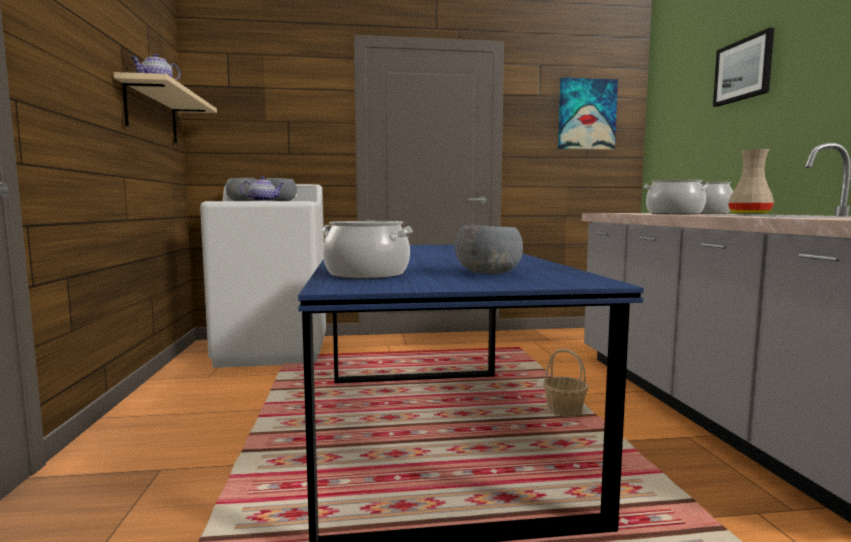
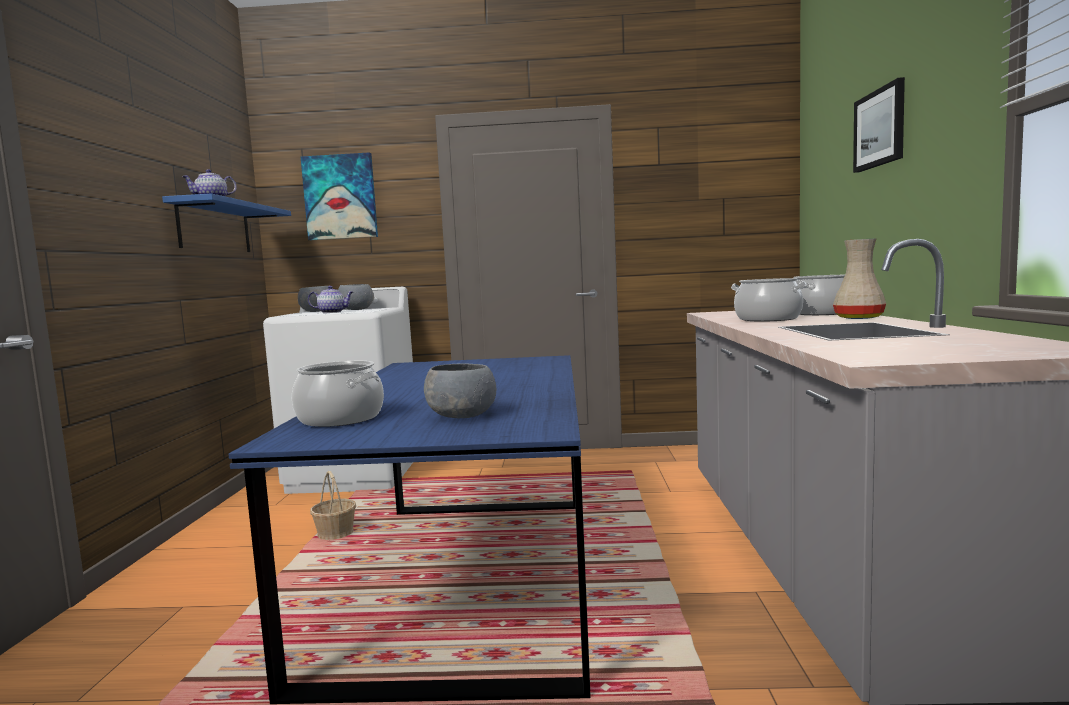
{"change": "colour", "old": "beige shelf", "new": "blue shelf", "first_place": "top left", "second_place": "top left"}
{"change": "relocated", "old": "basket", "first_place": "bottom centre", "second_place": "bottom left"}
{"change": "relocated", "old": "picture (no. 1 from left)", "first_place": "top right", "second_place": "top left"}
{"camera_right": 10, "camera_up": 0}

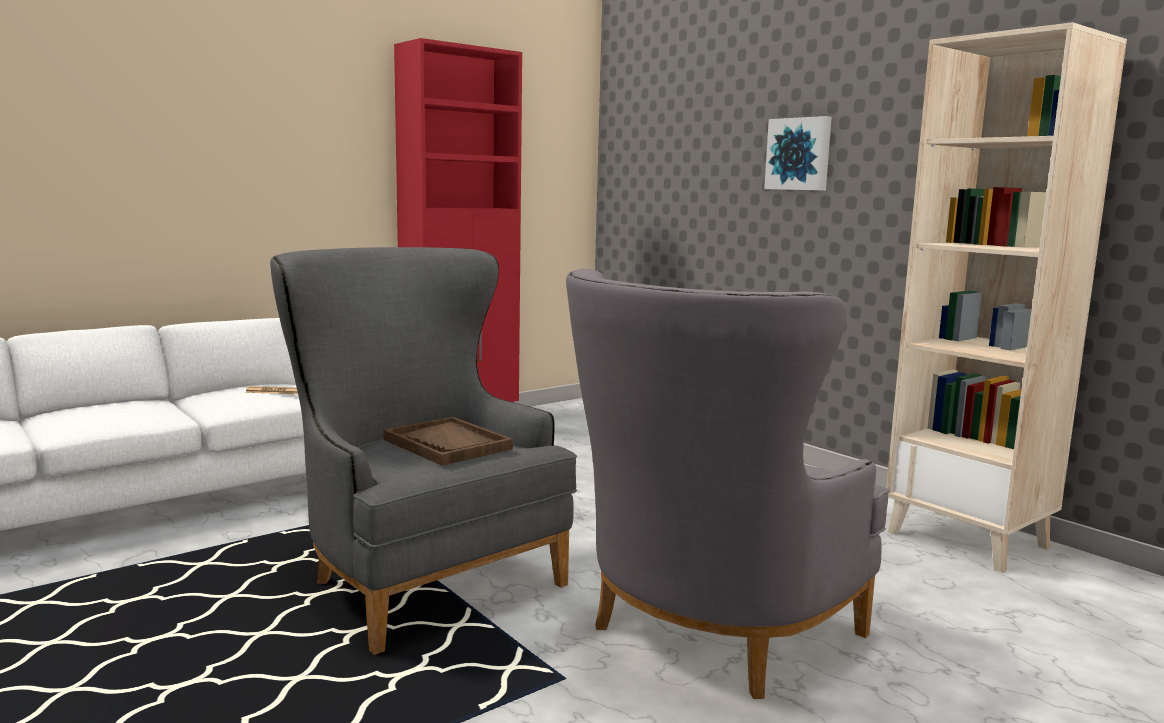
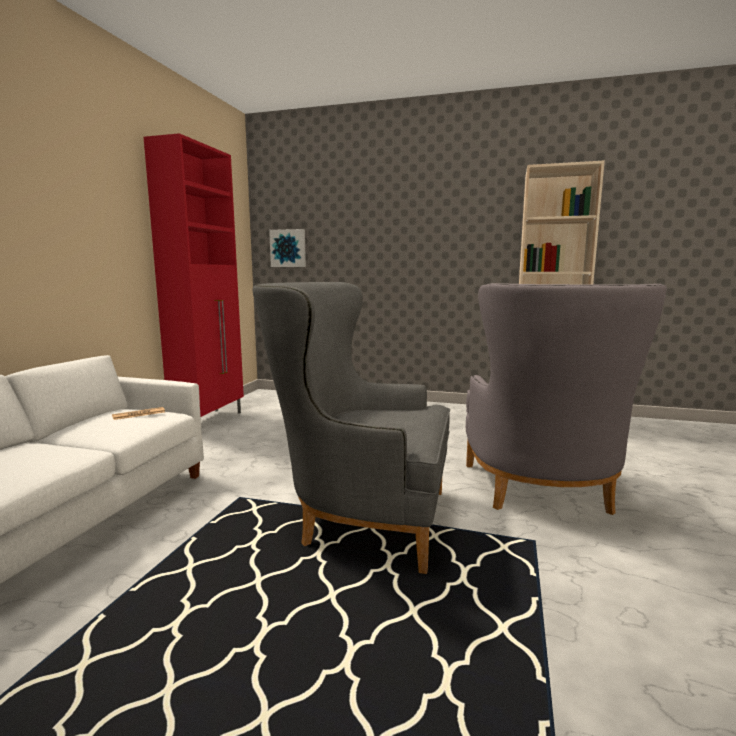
{"change": "missing", "old": "brown tray", "first_place": "centre"}
{"change": "relocated", "old": "picture", "first_place": "top right", "second_place": "centre"}
{"camera_right": -35, "camera_up": 0}

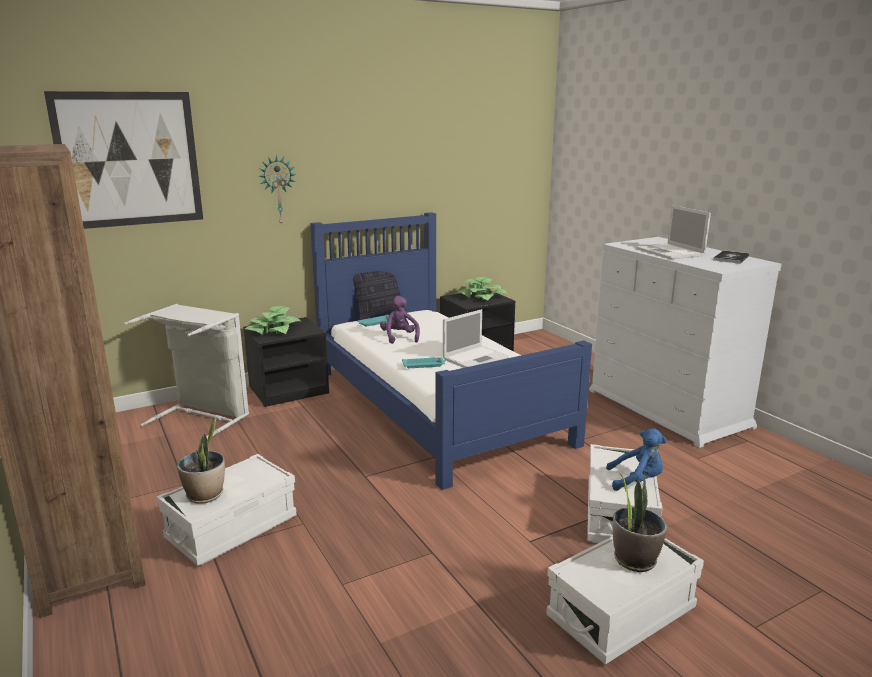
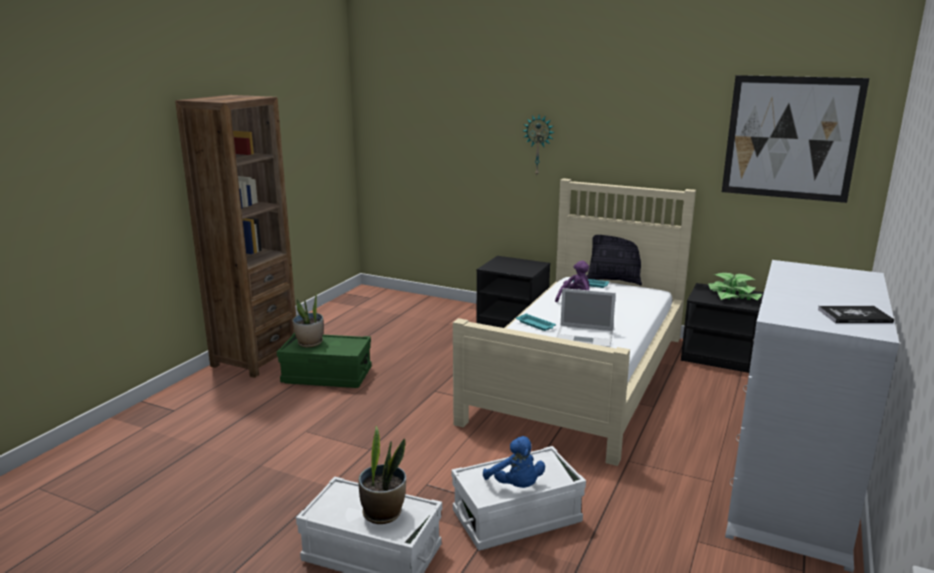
{"change": "relocated", "old": "picture", "first_place": "top left", "second_place": "top right"}
{"change": "missing", "old": "grey laundry basket", "first_place": "middle left"}
{"change": "colour", "old": "white storage box (no. 1 from left)", "new": "green storage box", "first_place": "bottom left", "second_place": "centre"}
{"change": "missing", "old": "potted plant (no. 2 from left)", "first_place": "middle left"}
{"change": "colour", "old": "blue bed", "new": "beige bed", "first_place": "centre", "second_place": "centre"}
{"change": "missing", "old": "laptop (no. 2 from left)", "first_place": "middle right"}
{"camera_right": 55, "camera_up": 0}

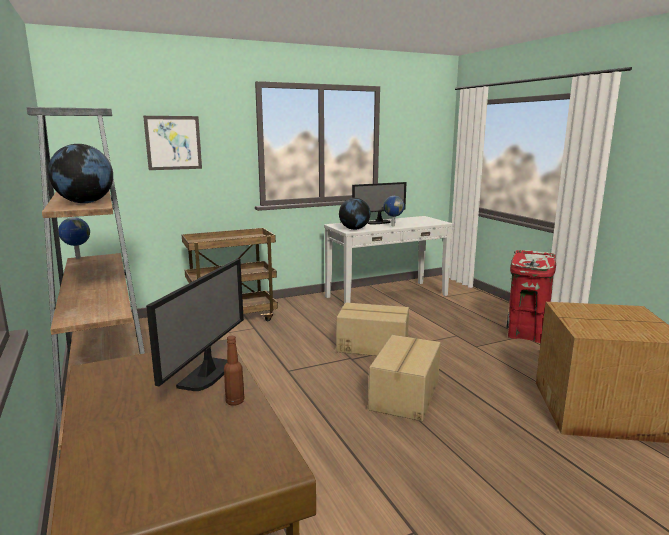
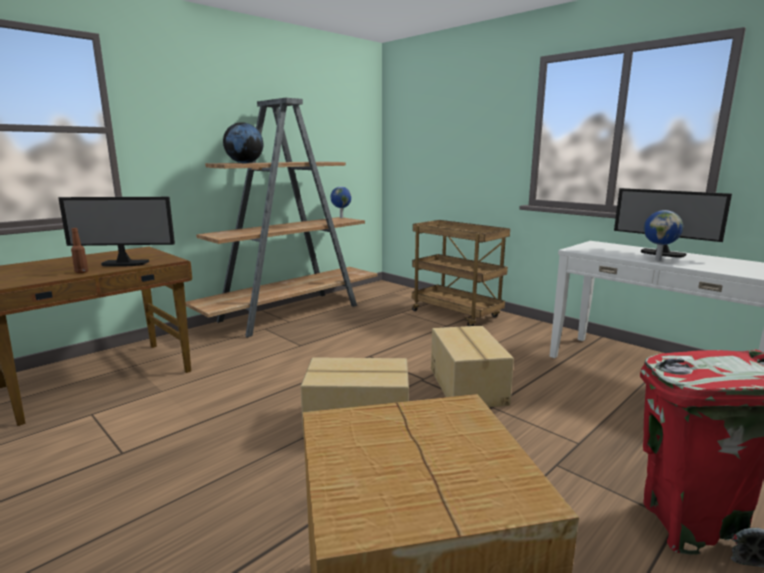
{"change": "missing", "old": "picture", "first_place": "top left"}
{"change": "missing", "old": "globe (no. 3 from left)", "first_place": "centre"}
{"camera_right": 70, "camera_up": 0}

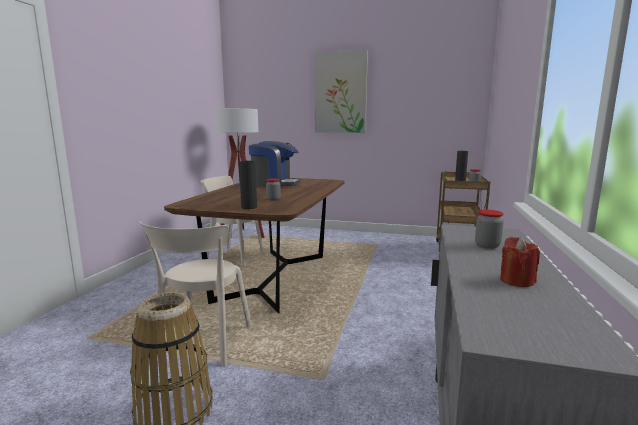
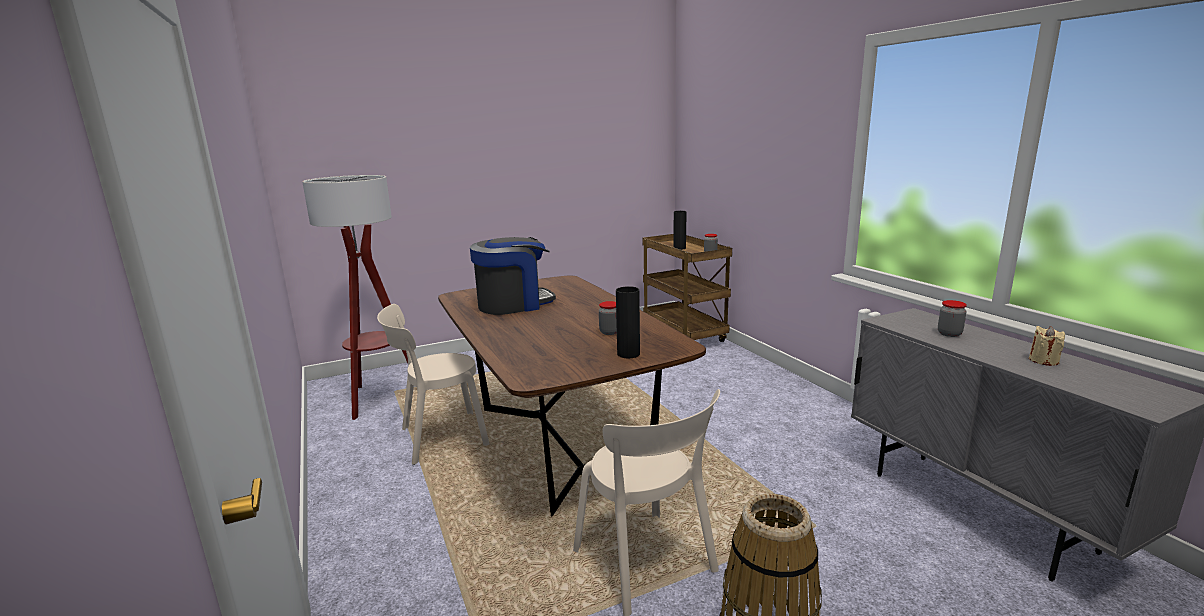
{"change": "missing", "old": "picture", "first_place": "top centre"}
{"change": "colour", "old": "red candle", "new": "beige candle", "first_place": "middle right", "second_place": "middle right"}
{"camera_right": -40, "camera_up": 5}

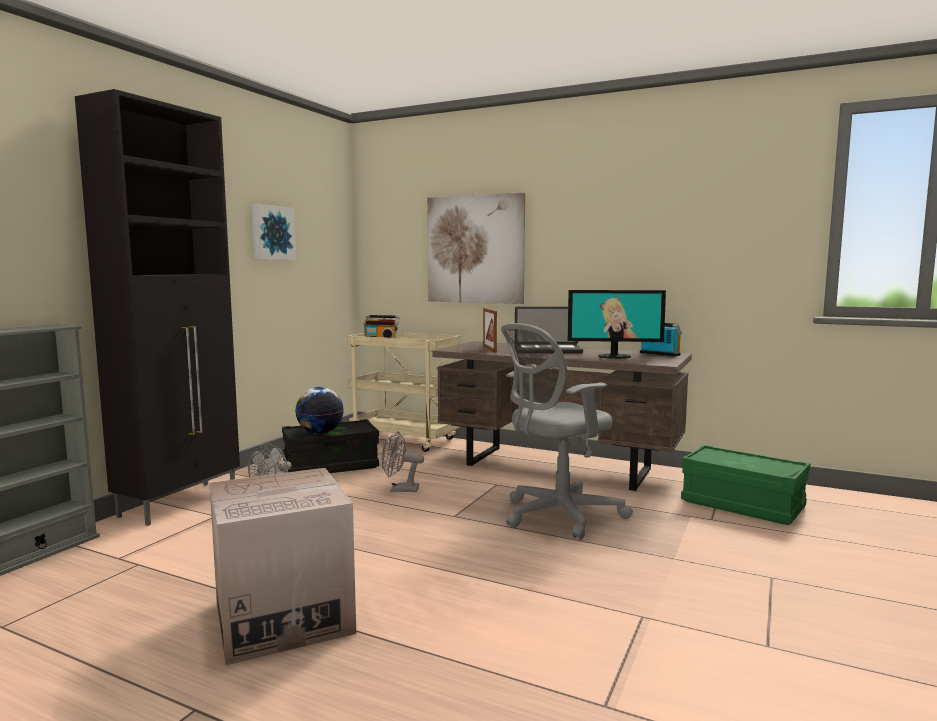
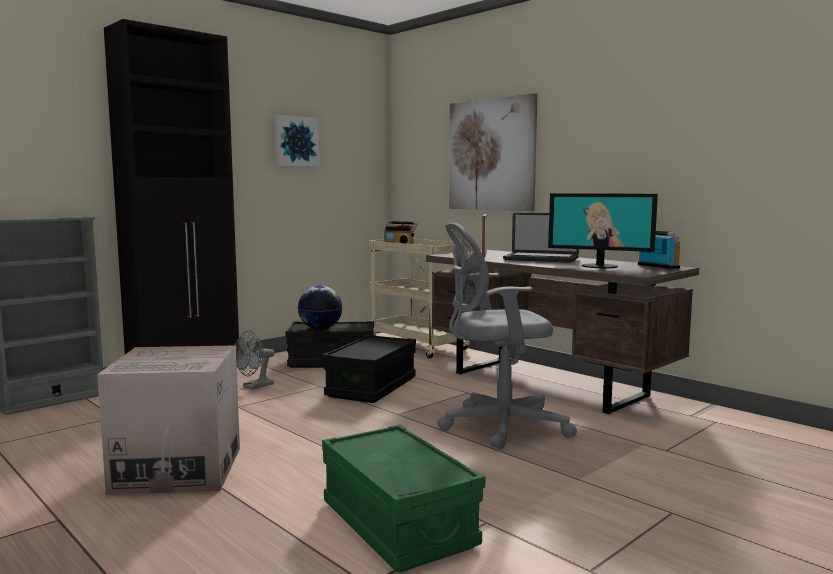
{"change": "exchanged", "old": "grey fan (no. 2 from left)", "new": "black storage box (no. 2 from left)", "first_place": "centre", "second_place": "centre"}
{"change": "relocated", "old": "green storage box", "first_place": "bottom right", "second_place": "bottom centre"}
{"camera_right": 20, "camera_up": 0}

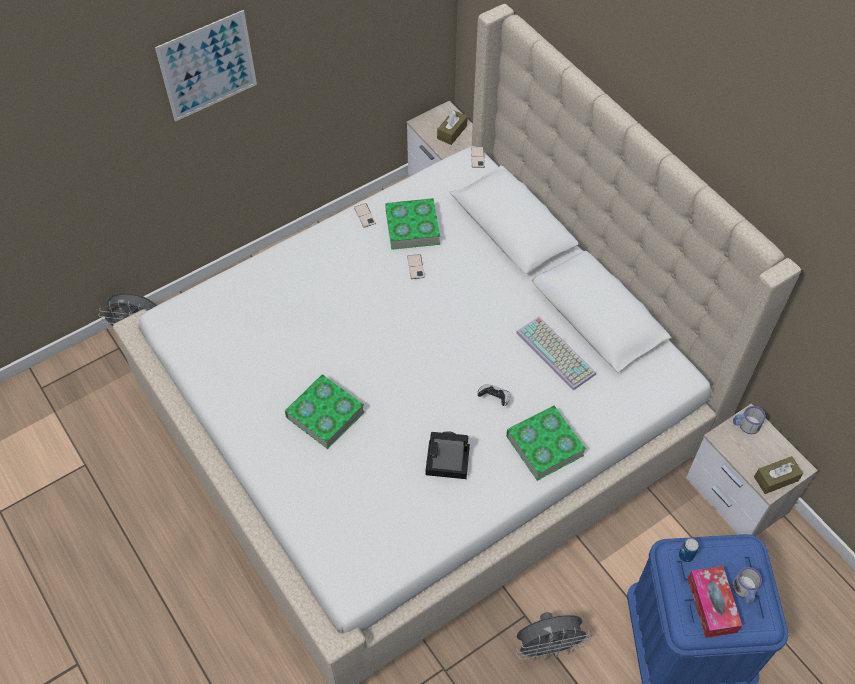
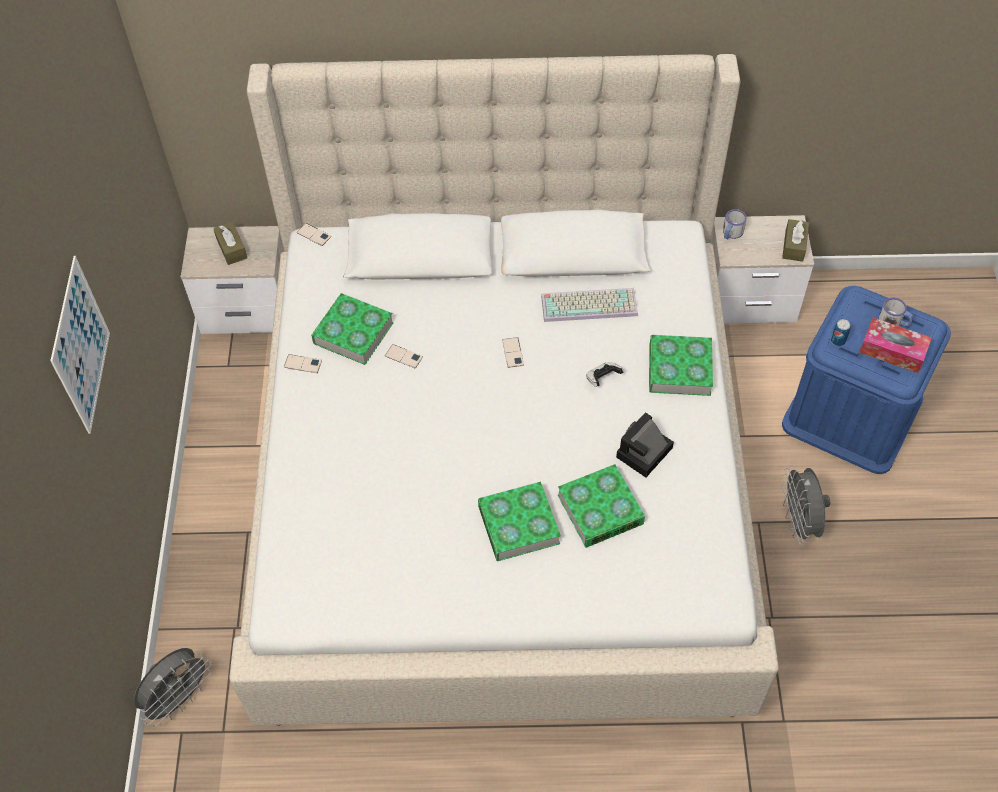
{"change": "spun", "old": "grey fan (no. 2 from left)", "first_place": "bottom centre", "second_place": "middle right", "degrees": 150}
{"change": "appeared", "new": "phone (no. 4 from left)", "second_place": "centre"}
{"change": "appeared", "new": "book (no. 3 from left)", "second_place": "centre"}
{"camera_right": -55, "camera_up": 0}

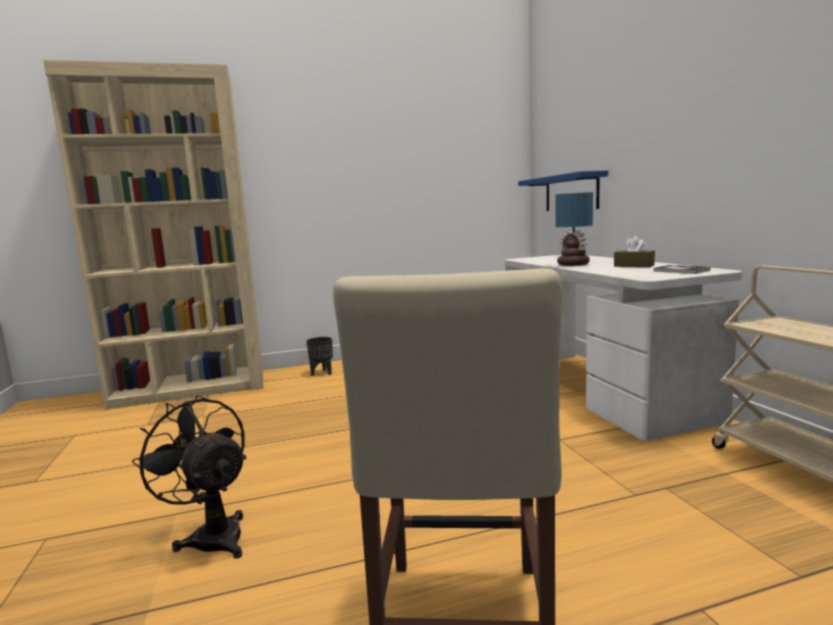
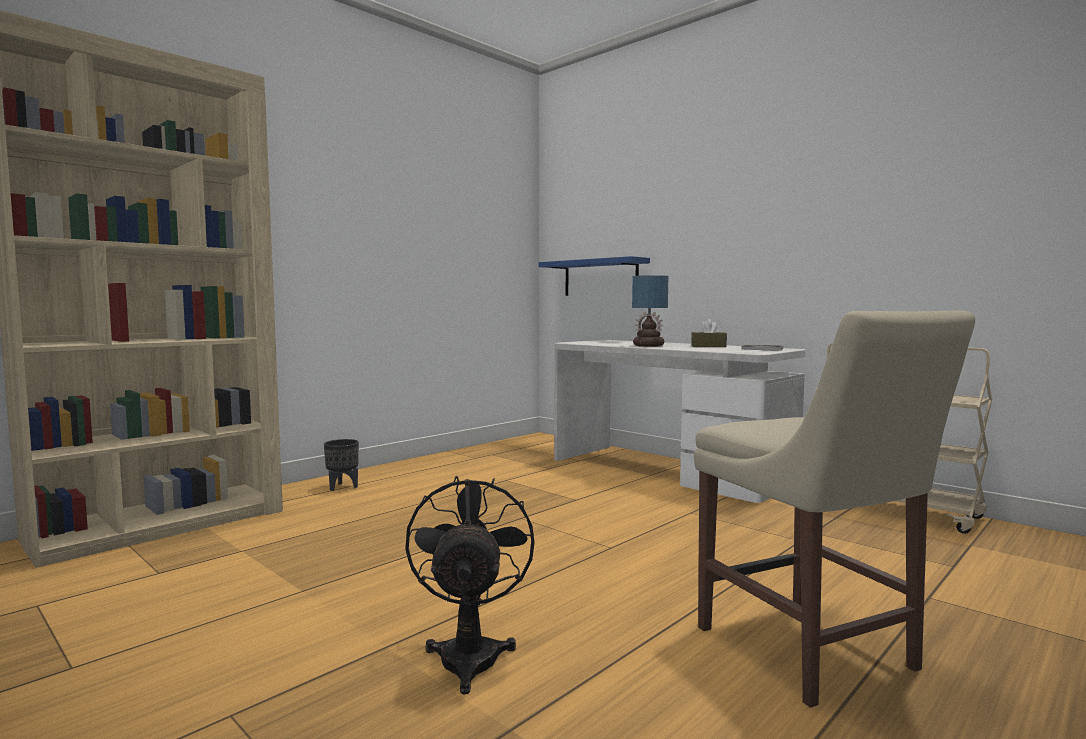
{"change": "spun", "old": "black fan", "first_place": "bottom left", "second_place": "bottom centre", "degrees": 75}
{"camera_right": -30, "camera_up": -5}

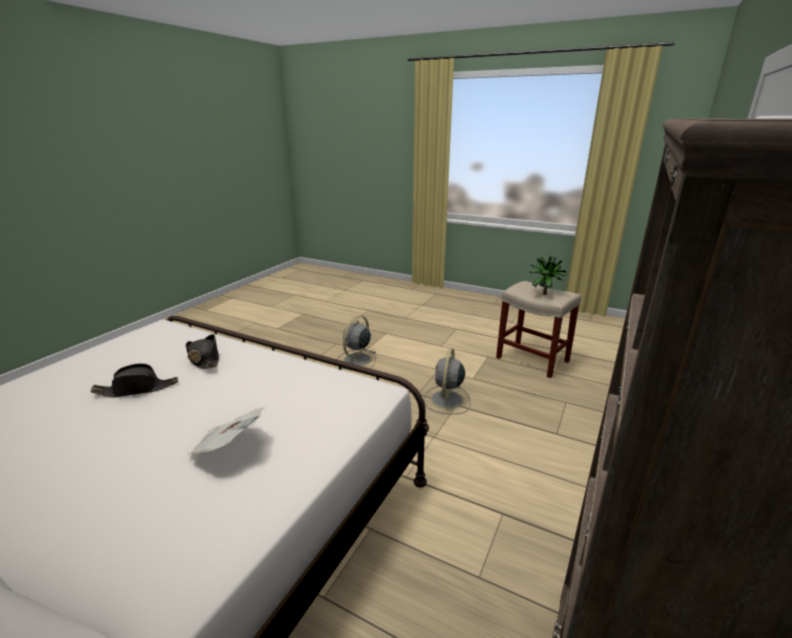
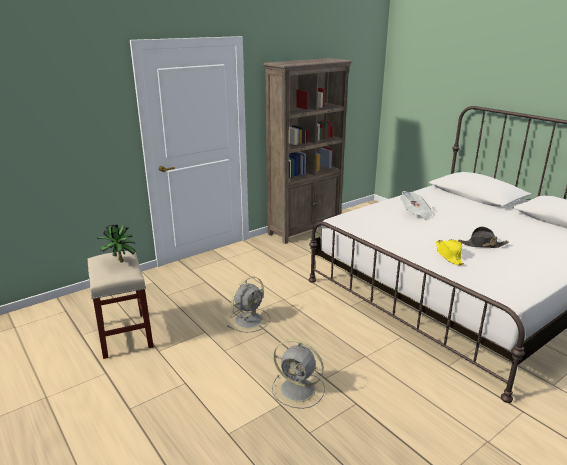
{"change": "colour", "old": "black hat (no. 2 from left)", "new": "yellow hat", "first_place": "middle left", "second_place": "middle right"}
{"change": "spun", "old": "grey fan (no. 1 from left in the first image)", "first_place": "centre", "second_place": "bottom centre", "degrees": 60}
{"camera_right": -155, "camera_up": 0}

